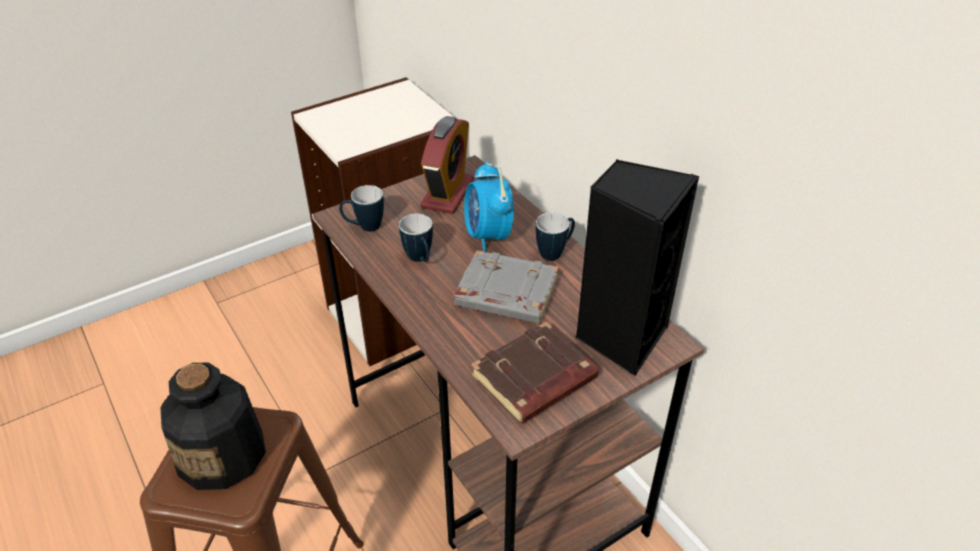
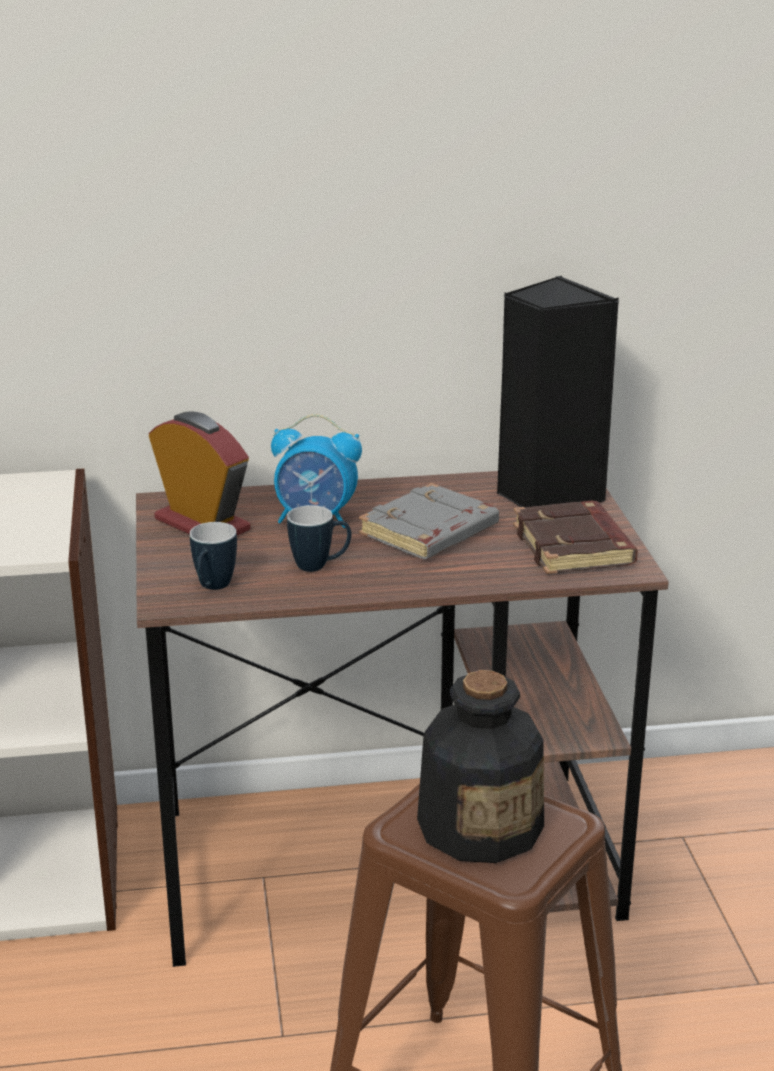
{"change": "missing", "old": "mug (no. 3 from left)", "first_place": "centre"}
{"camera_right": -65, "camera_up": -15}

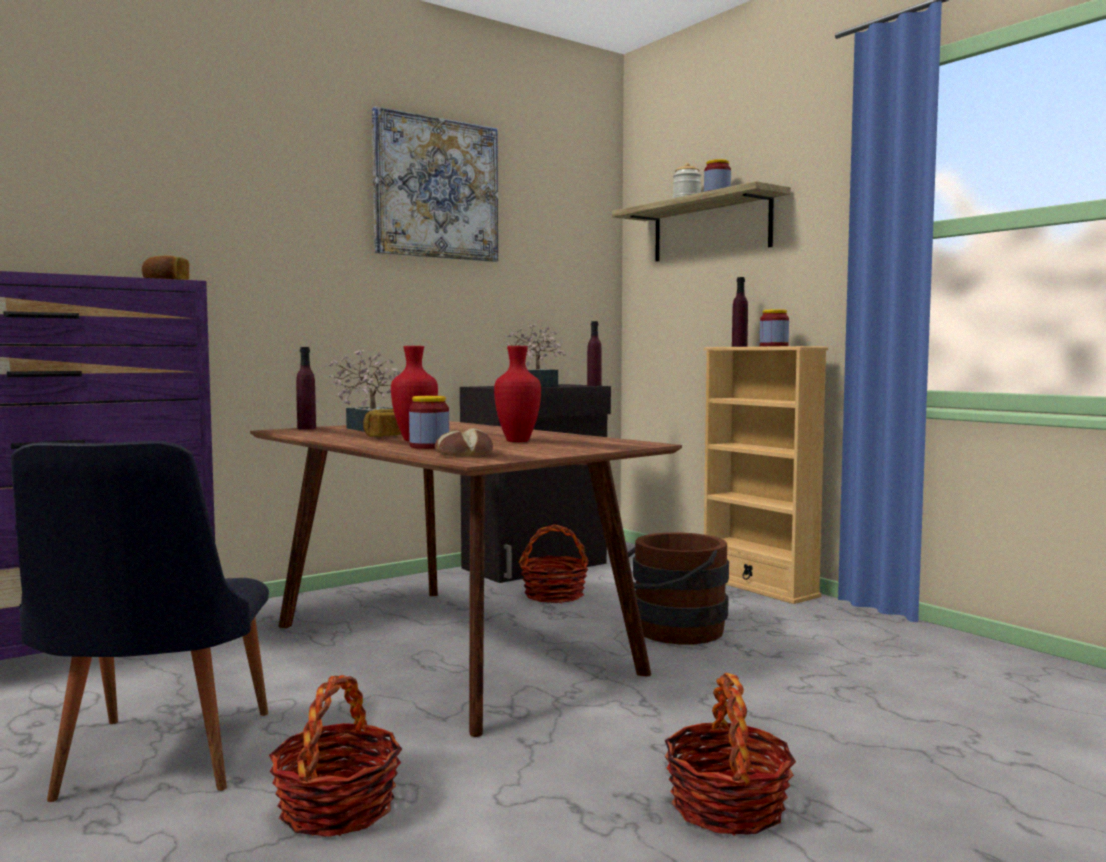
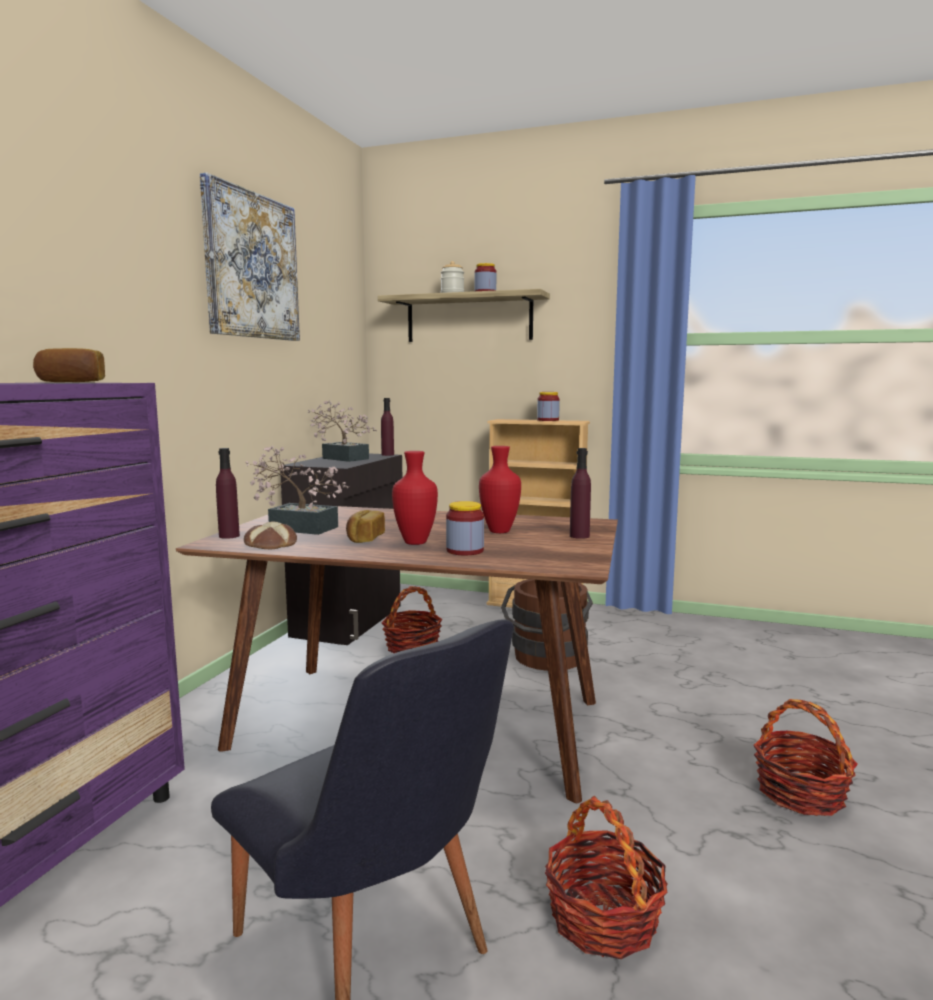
{"change": "relocated", "old": "bread (no. 3 from left in the first image)", "new": "bread (no. 2 from left)", "first_place": "centre", "second_place": "middle left"}
{"change": "relocated", "old": "purple bottle (no. 3 from left)", "first_place": "middle right", "second_place": "centre"}
{"camera_right": -35, "camera_up": 5}

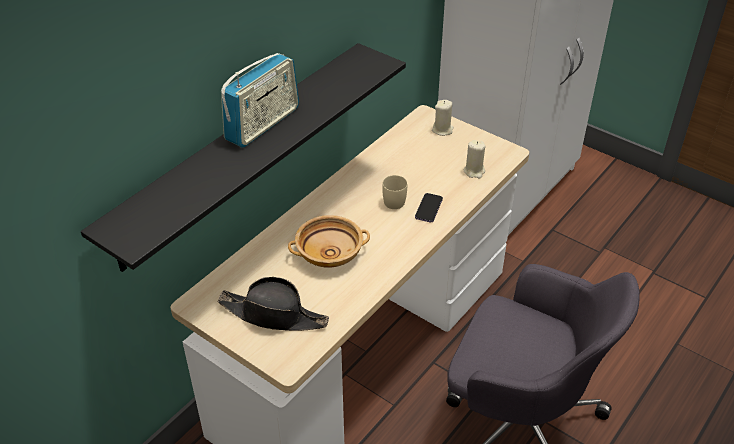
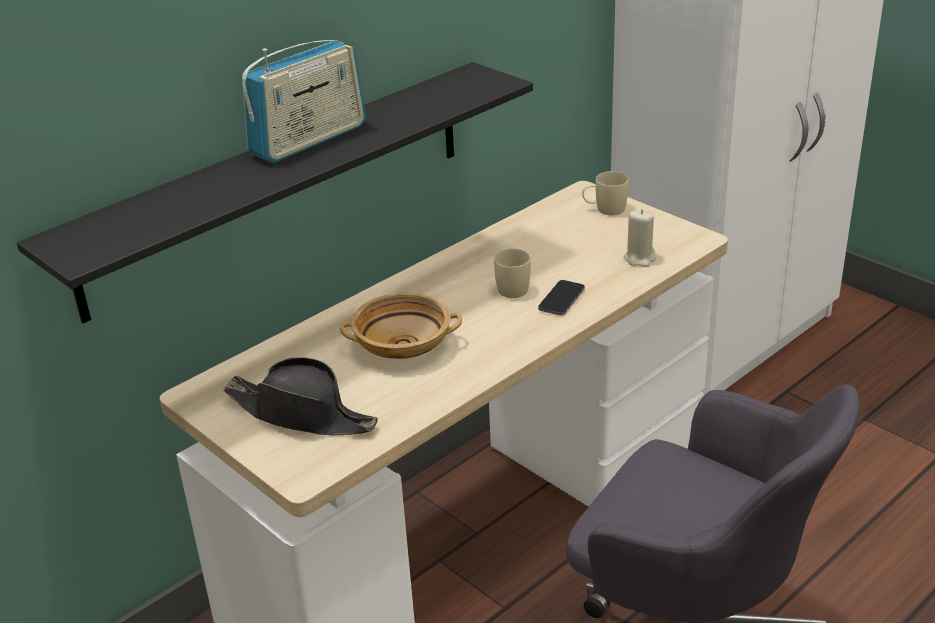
{"change": "exchanged", "old": "beige candle (no. 1 from left)", "new": "beige mug (no. 2 from left)", "first_place": "top centre", "second_place": "top centre"}
{"camera_right": 10, "camera_up": -10}

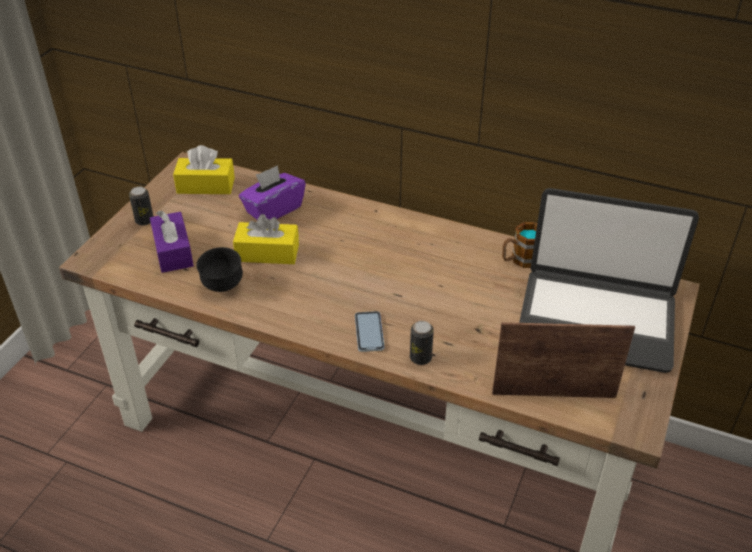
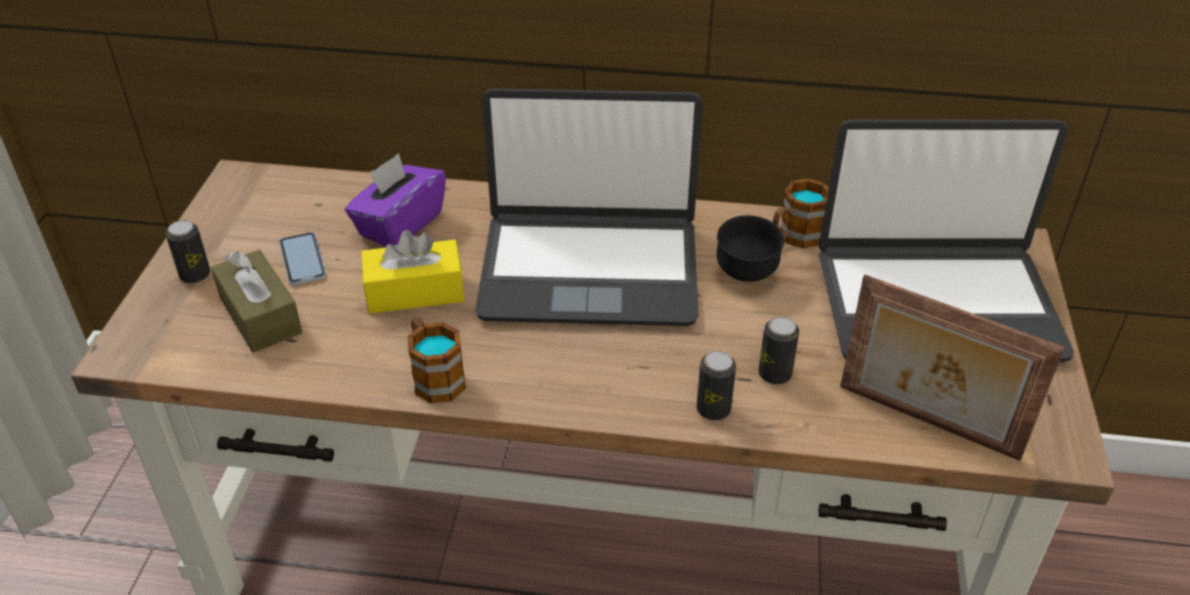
{"change": "colour", "old": "purple tissue box (no. 1 from left)", "new": "brown tissue box", "first_place": "middle left", "second_place": "middle left"}
{"change": "missing", "old": "yellow tissue box (no. 1 from left)", "first_place": "top left"}
{"change": "relocated", "old": "black bowl", "first_place": "middle left", "second_place": "centre"}
{"change": "relocated", "old": "phone", "first_place": "centre", "second_place": "middle left"}
{"change": "spun", "old": "picture frame", "first_place": "middle right", "second_place": "middle right", "degrees": -135}
{"change": "appeared", "new": "mug (no. 1 from left)", "second_place": "centre"}
{"change": "appeared", "new": "laptop (no. 1 from left)", "second_place": "centre"}
{"change": "appeared", "new": "can (no. 3 from left)", "second_place": "centre"}
{"camera_right": -15, "camera_up": 0}

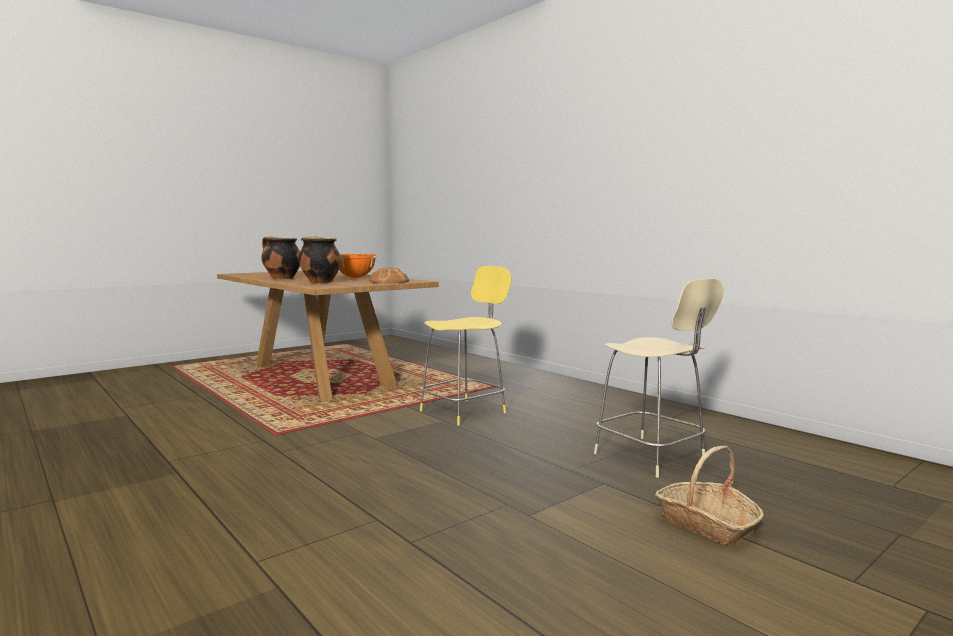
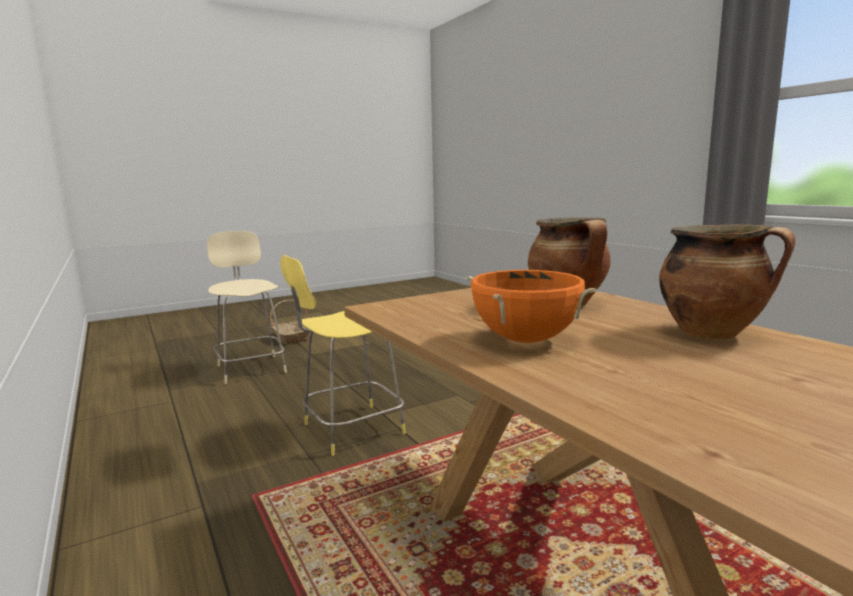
{"change": "missing", "old": "bread", "first_place": "centre"}
{"camera_right": -170, "camera_up": 5}

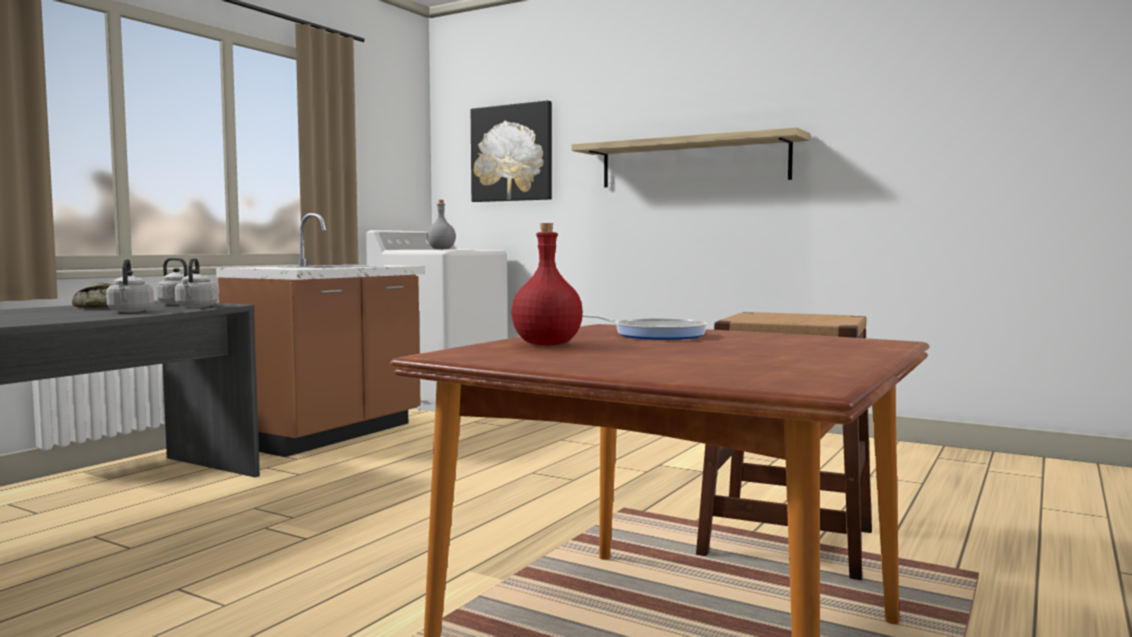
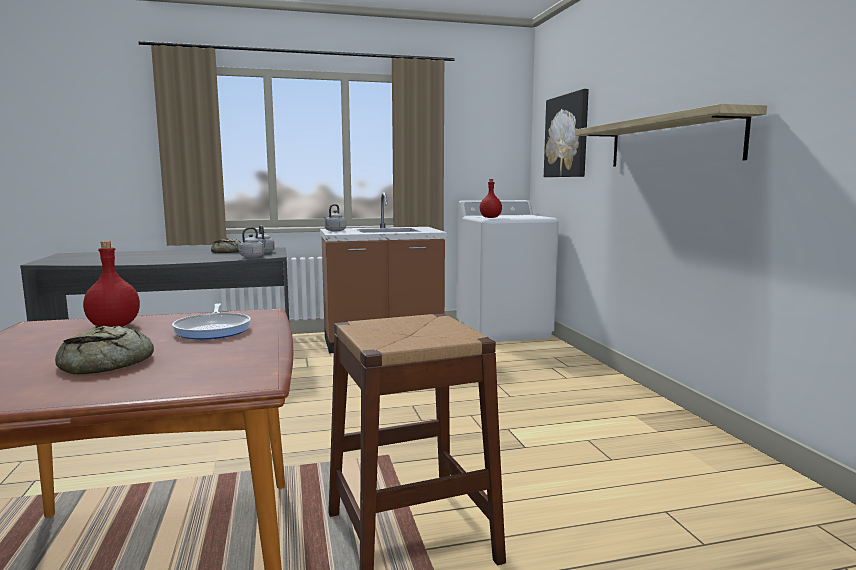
{"change": "relocated", "old": "grey kettle (no. 1 from left in the first image)", "new": "grey kettle (no. 3 from left)", "first_place": "middle left", "second_place": "centre"}
{"change": "colour", "old": "grey bottle", "new": "red bottle (no. 2 from left)", "first_place": "centre", "second_place": "centre"}
{"change": "appeared", "new": "bread (no. 1 from left)", "second_place": "middle left"}
{"camera_right": 45, "camera_up": 5}

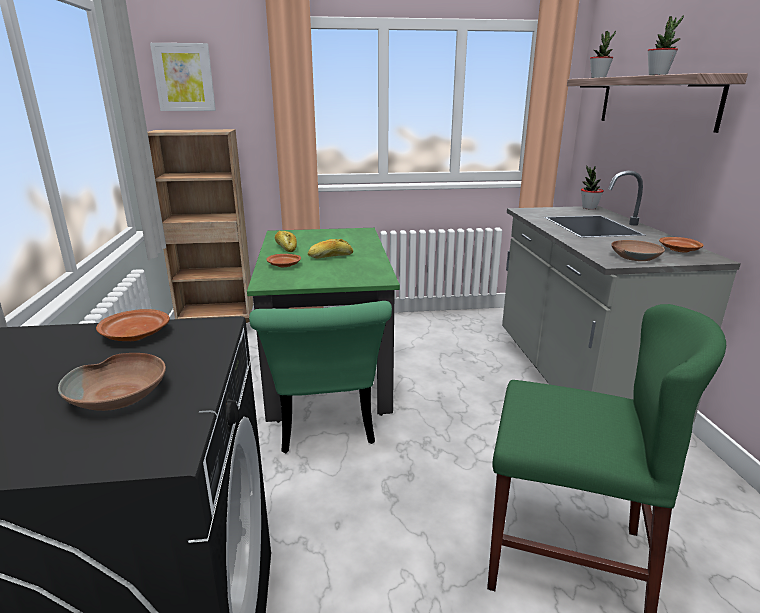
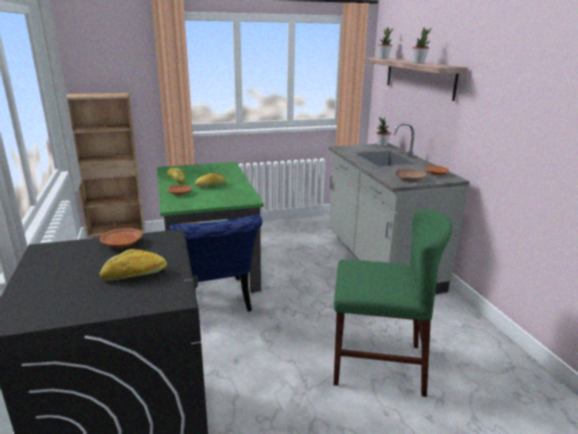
{"change": "exchanged", "old": "brown bowl (no. 1 from left)", "new": "bread (no. 1 from left)", "first_place": "middle left", "second_place": "middle left"}
{"change": "missing", "old": "picture", "first_place": "top left"}
{"change": "colour", "old": "green chair (no. 1 from left)", "new": "blue chair", "first_place": "centre", "second_place": "centre"}
{"camera_right": -10, "camera_up": 0}

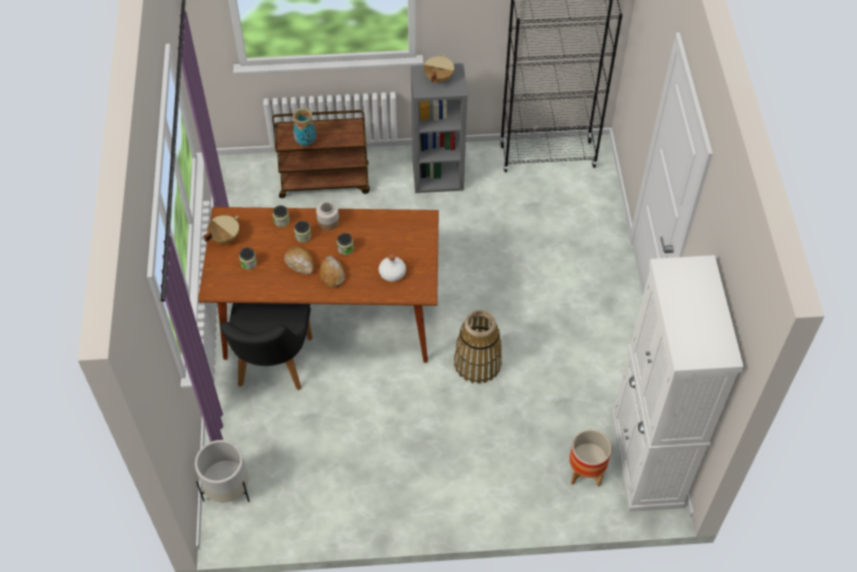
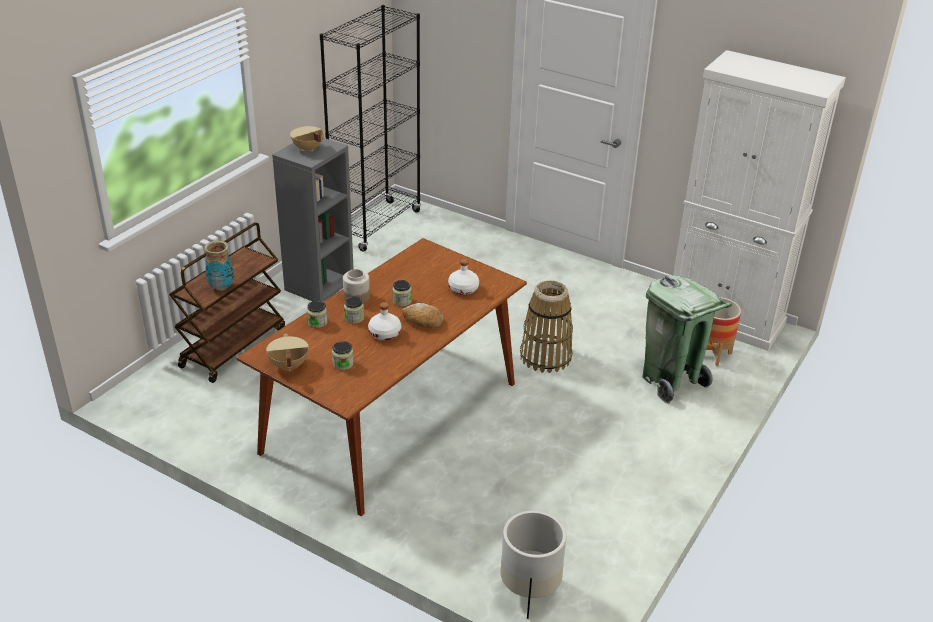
{"change": "missing", "old": "black chair", "first_place": "middle left"}
{"change": "exchanged", "old": "bread (no. 1 from left)", "new": "white bottle (no. 1 from left)", "first_place": "centre", "second_place": "centre"}
{"change": "appeared", "new": "green trash can", "second_place": "middle right"}
{"camera_right": -55, "camera_up": -20}

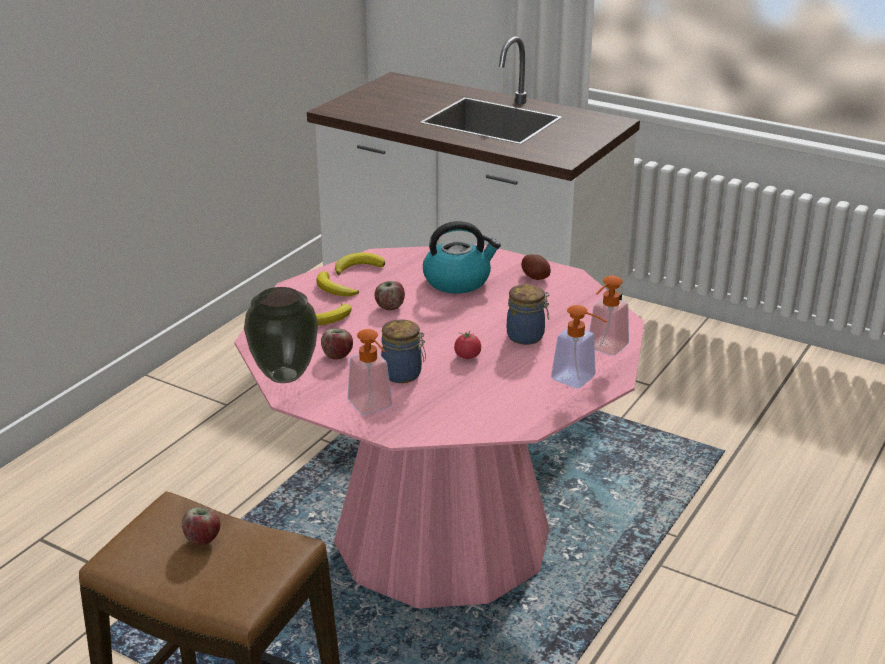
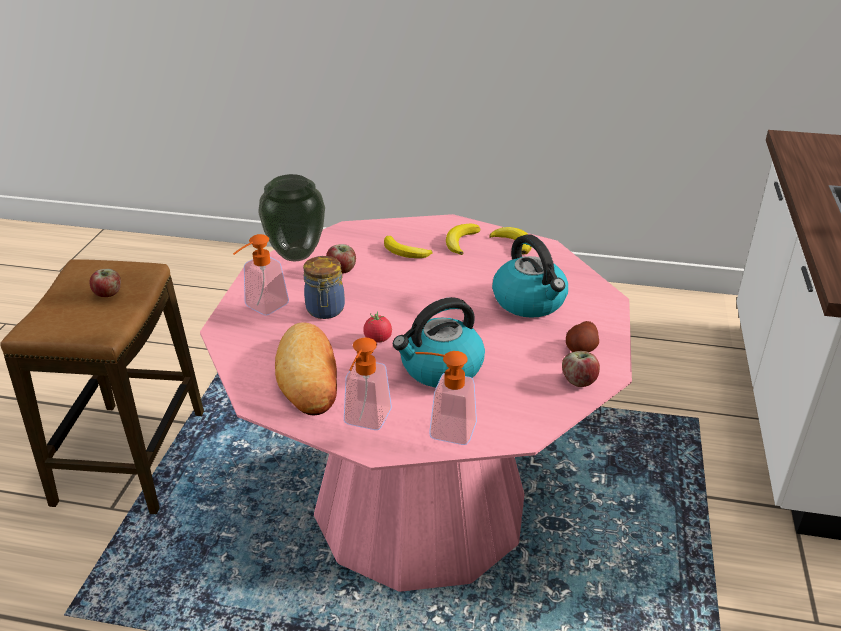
{"change": "relocated", "old": "apple (no. 3 from left)", "first_place": "centre", "second_place": "middle right"}
{"change": "exchanged", "old": "jar (no. 2 from left)", "new": "kettle (no. 1 from left)", "first_place": "centre", "second_place": "centre"}
{"change": "appeared", "new": "bread", "second_place": "centre"}
{"camera_right": 70, "camera_up": 5}

